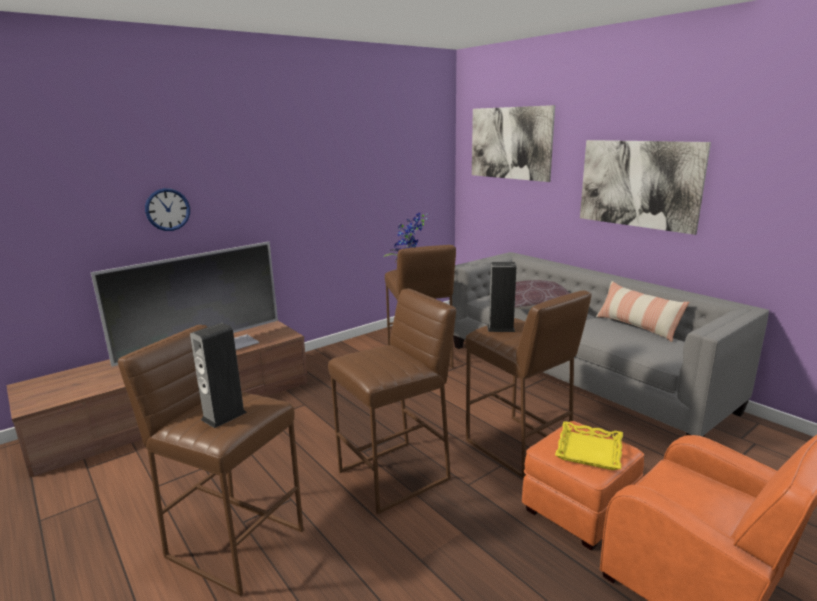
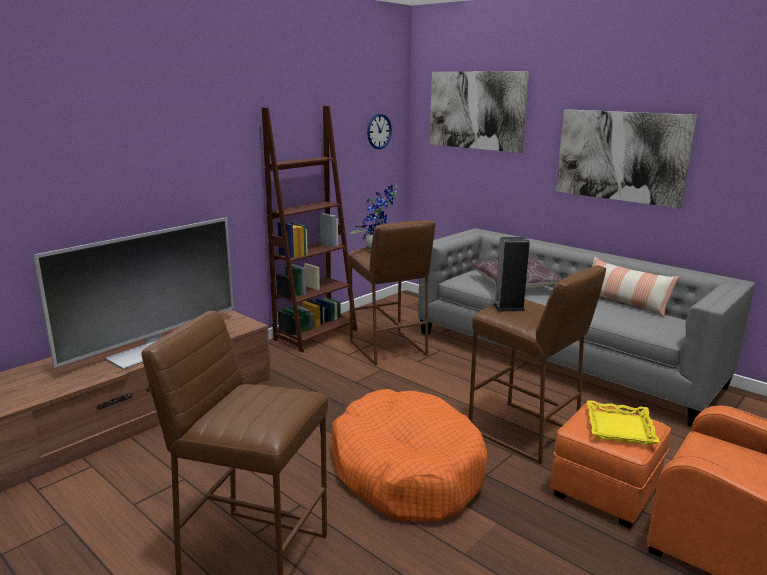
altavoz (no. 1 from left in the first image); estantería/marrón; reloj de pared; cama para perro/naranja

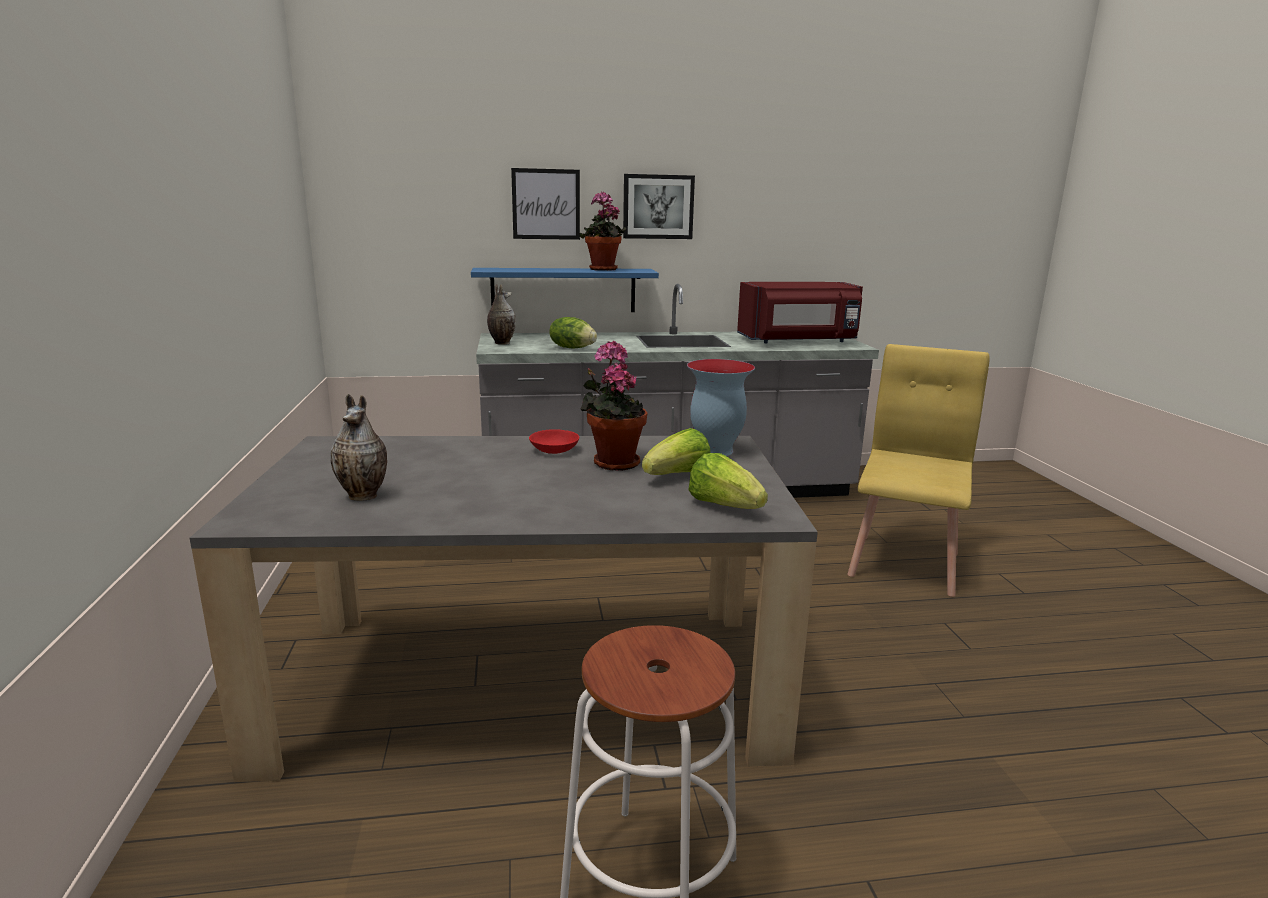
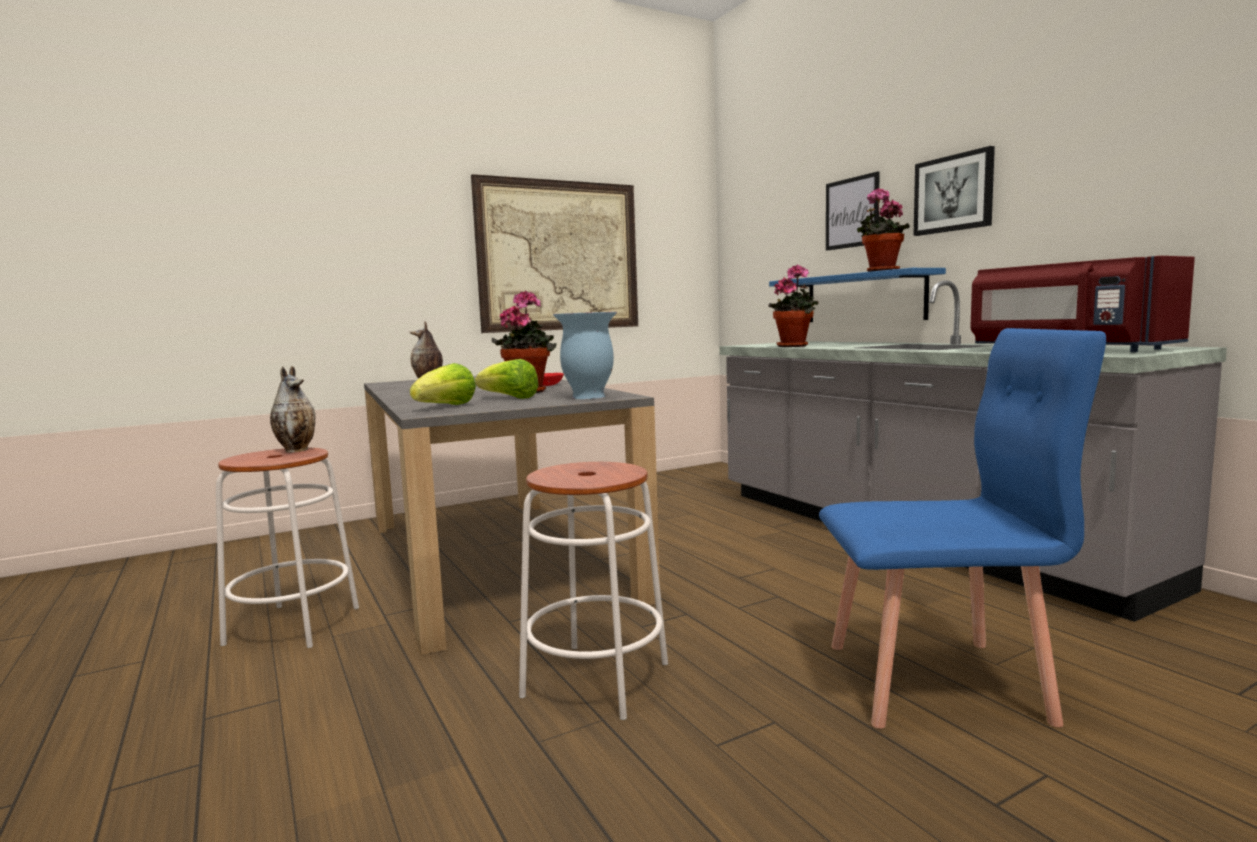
cuadro (no. 1 from left); taburete/blanco (no. 2 from left); florero (no. 1 from left); planta en maceta (no. 2 from left); silla/azul

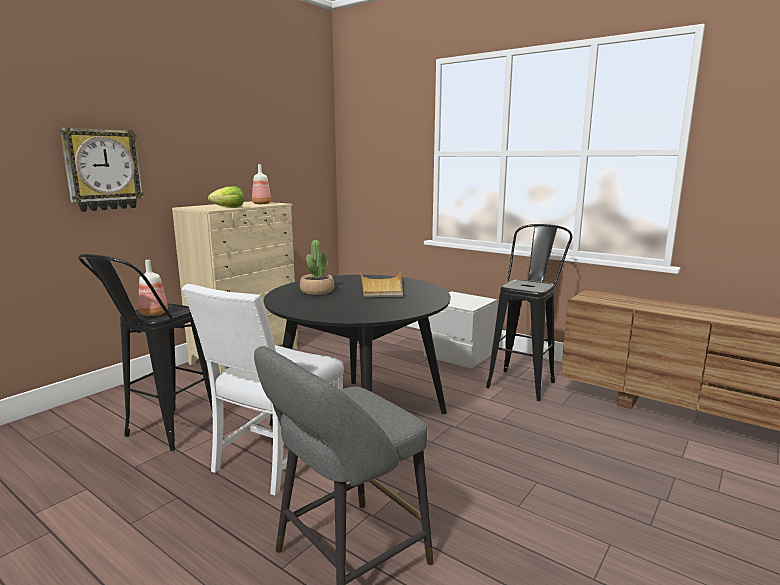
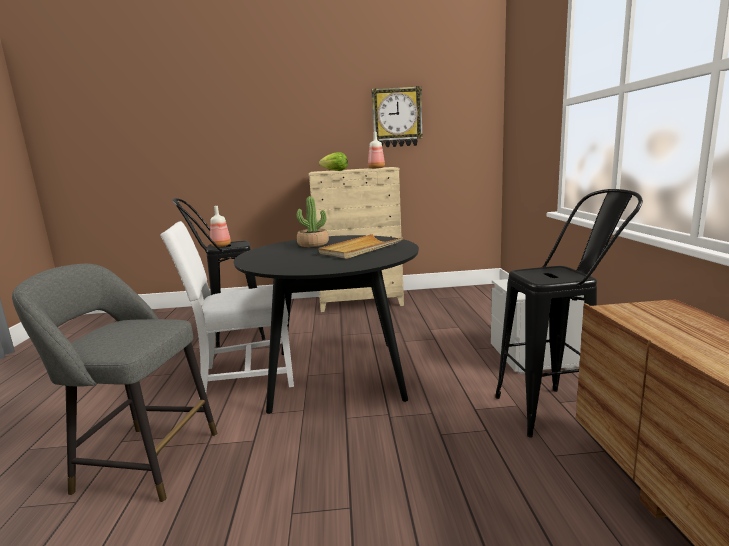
reloj de pared

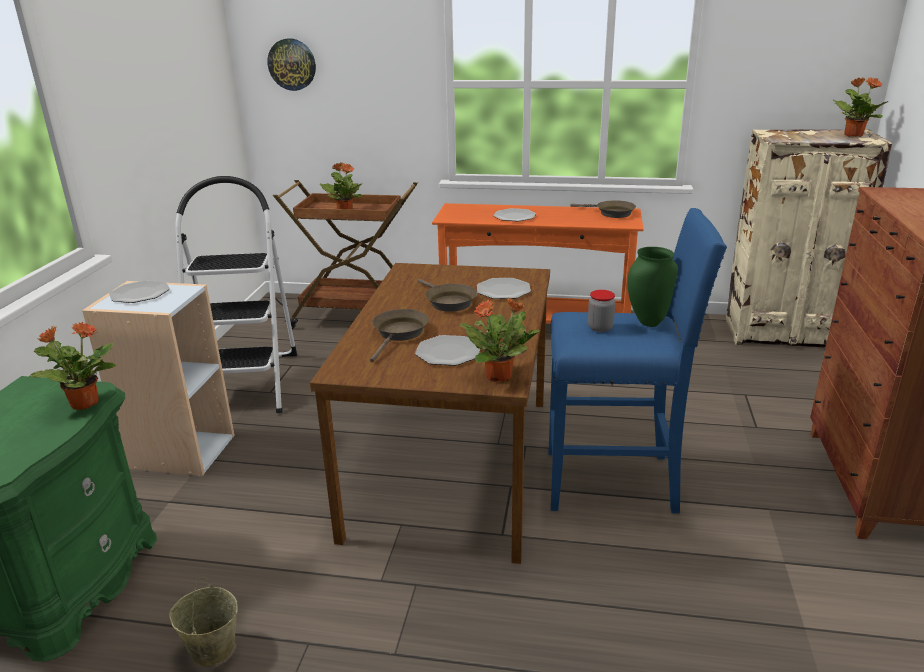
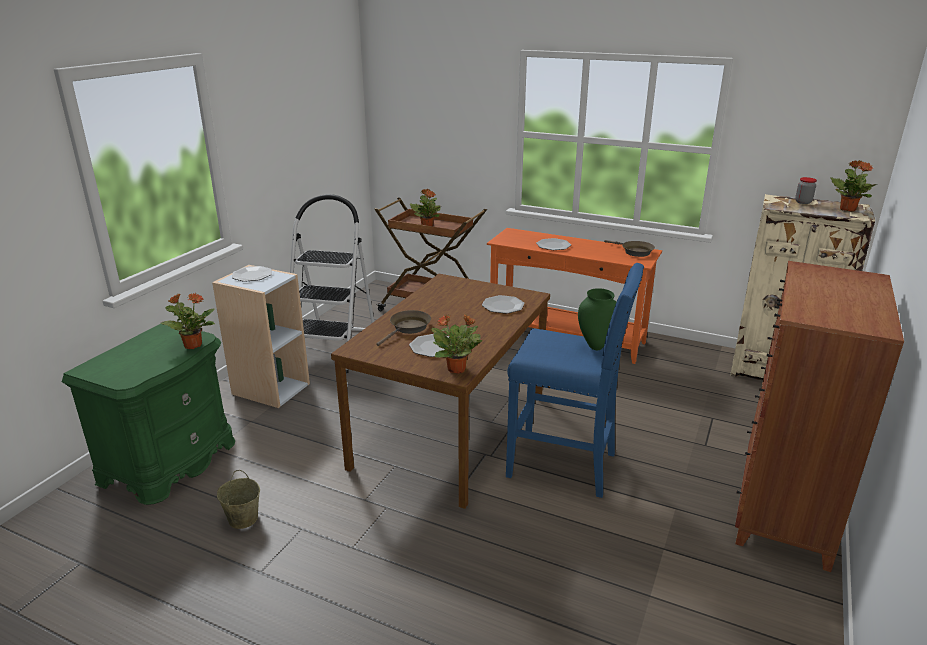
reloj de pared; sartén/marrón (no. 2 from left in the first image); tarro

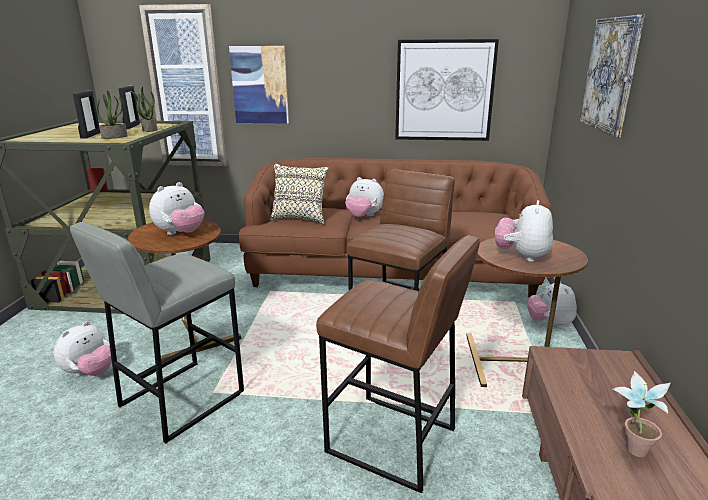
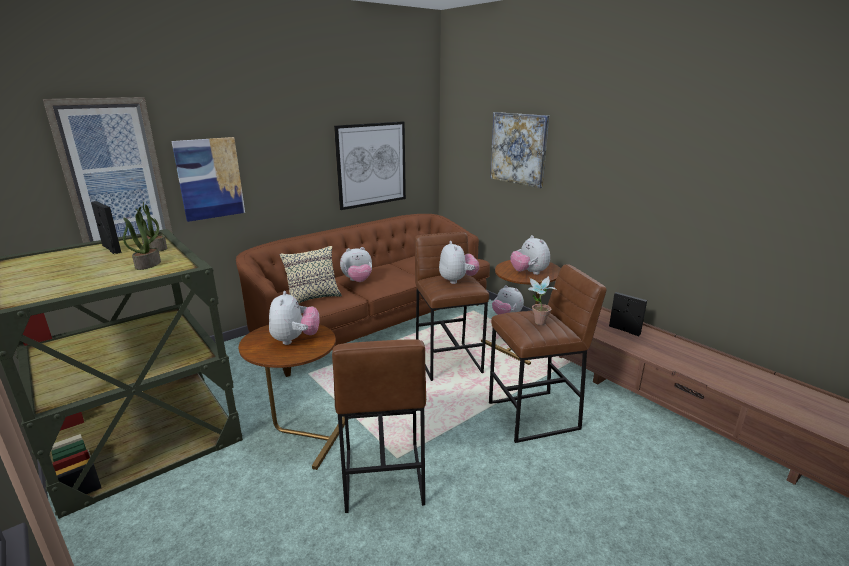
peluche (no. 3 from left); portarretratos (no. 2 from left); planta en maceta (no. 3 from left); taburete/marrón (no. 1 from left)

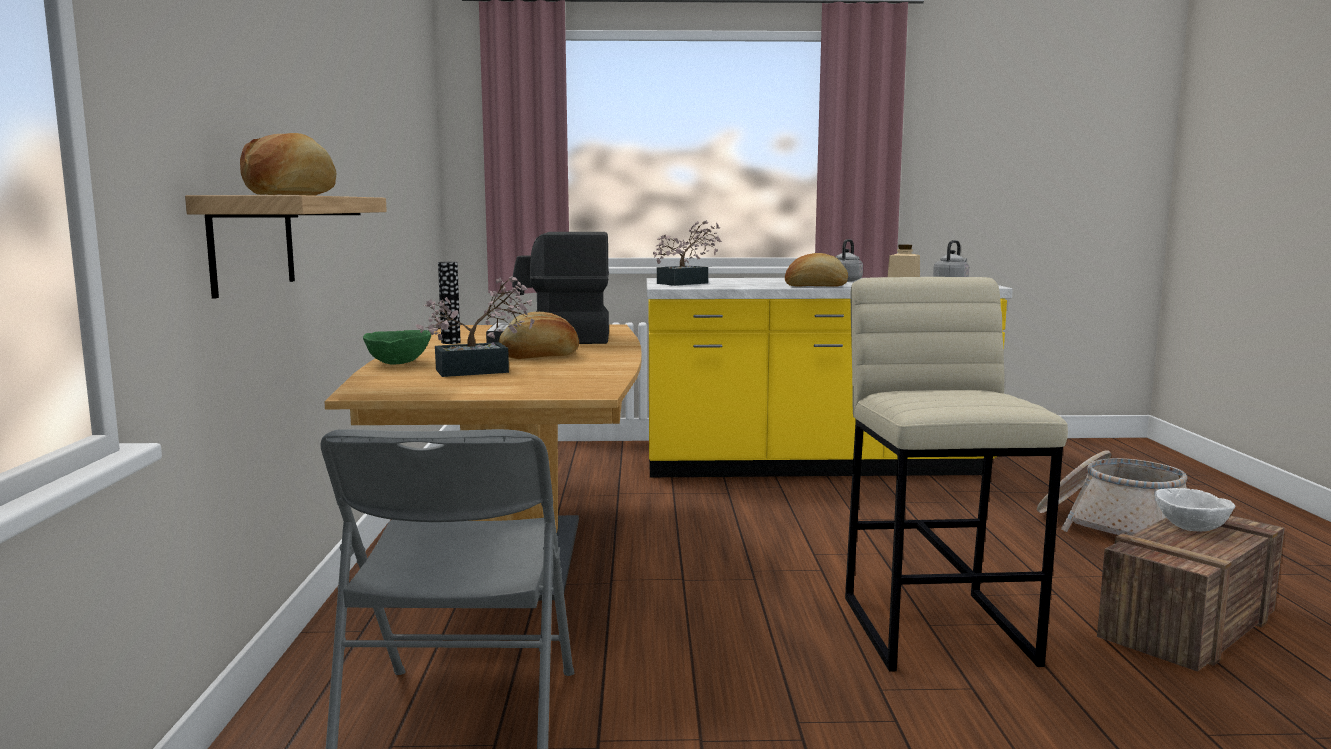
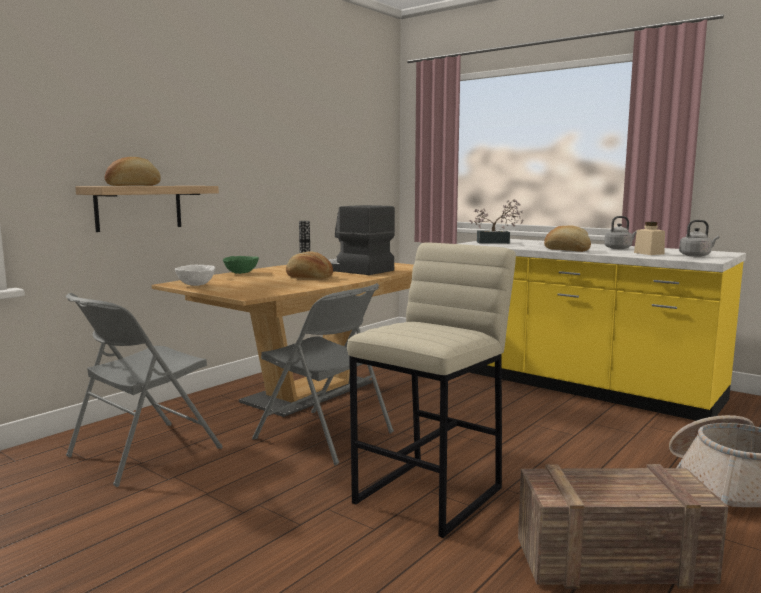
planta en maceta (no. 1 from left in the first image); silla/gris (no. 2 from left); cuenco/blanco

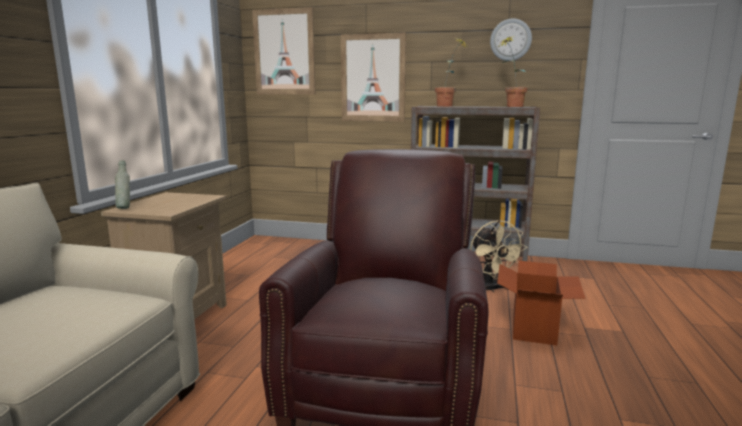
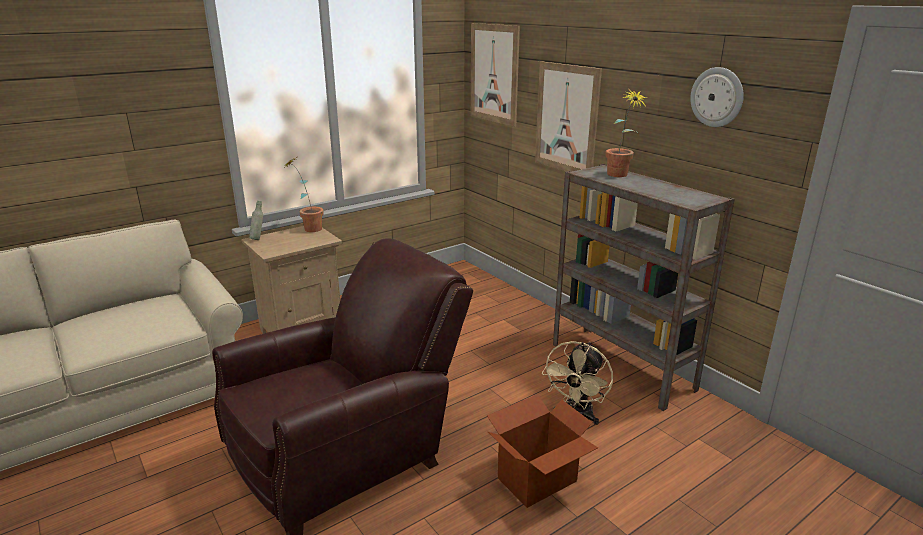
planta en maceta (no. 1 from left)

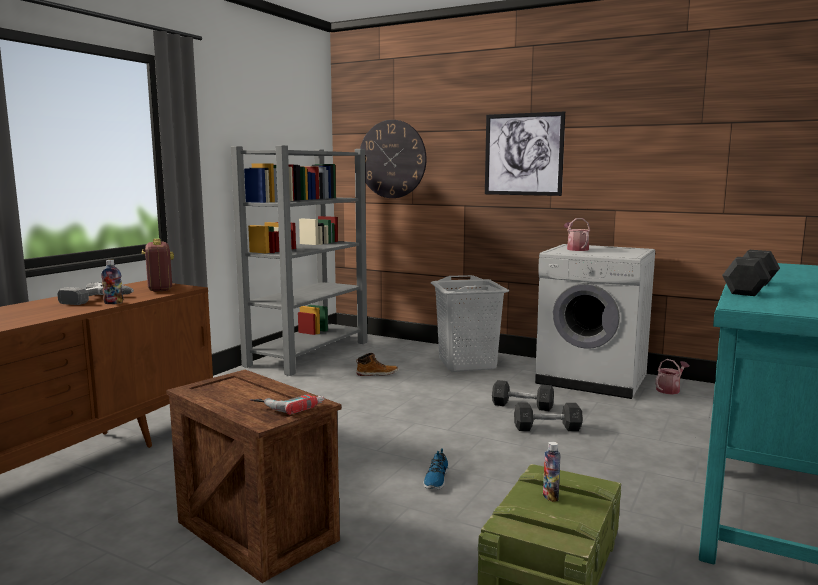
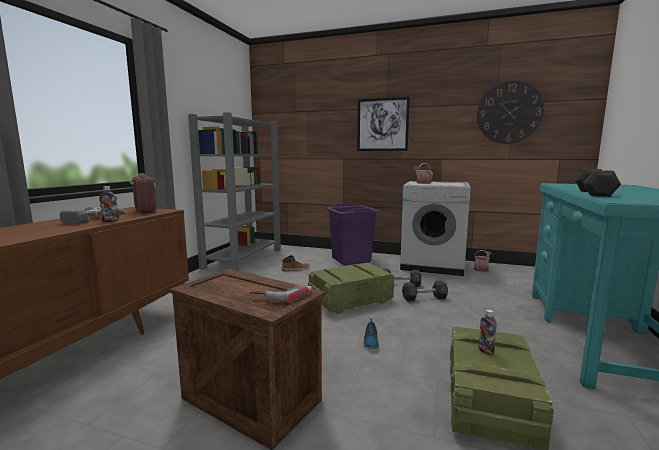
caja de embalaje (no. 2 from left); reloj de pared; cesto de la ropa/morado

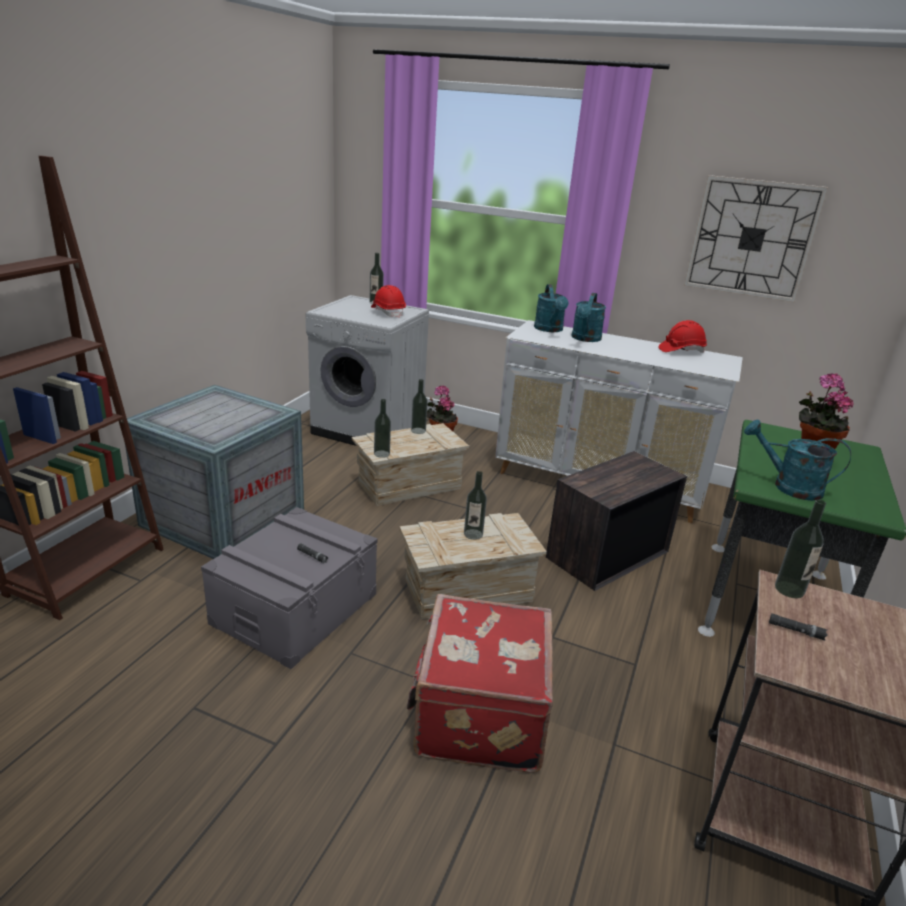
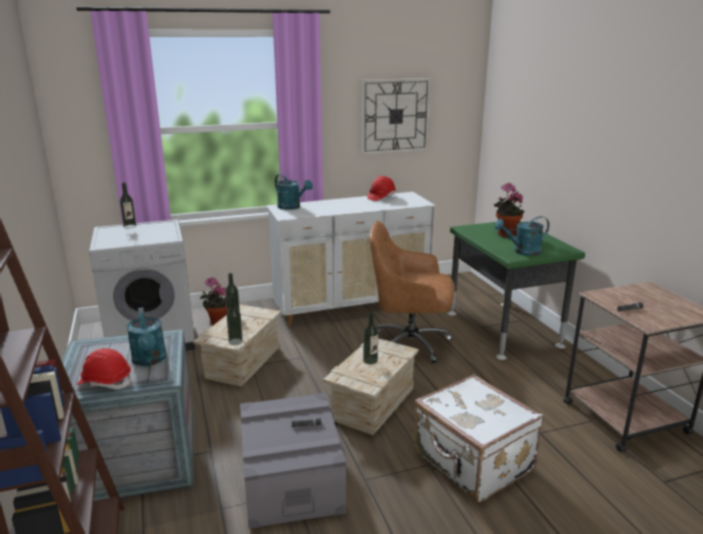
botella (no. 5 from left in the first image); casco/rojo (no. 1 from left); regadera/turquesa (no. 1 from left); silla de oficina/marrón; maleta/blanco

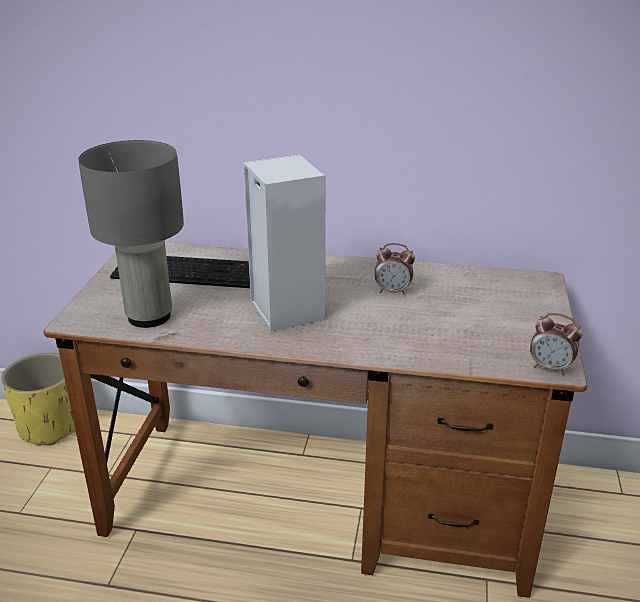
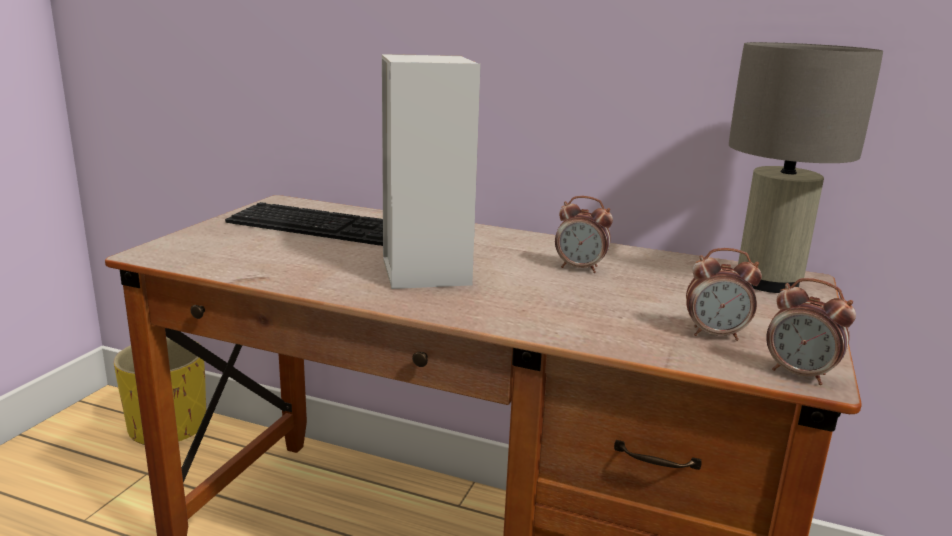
despertador (no. 2 from left); lámpara de mesa/gris

